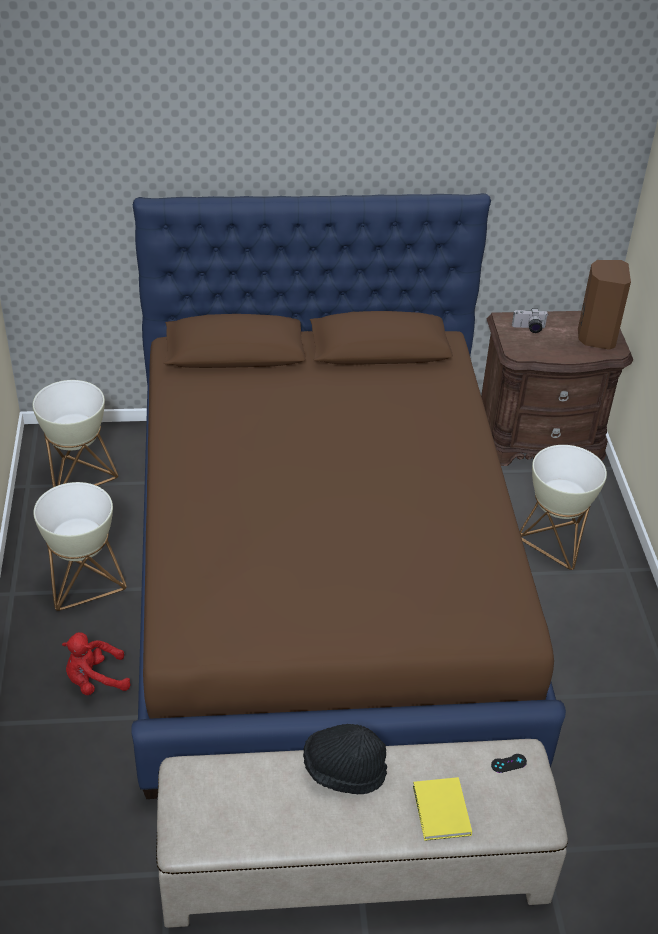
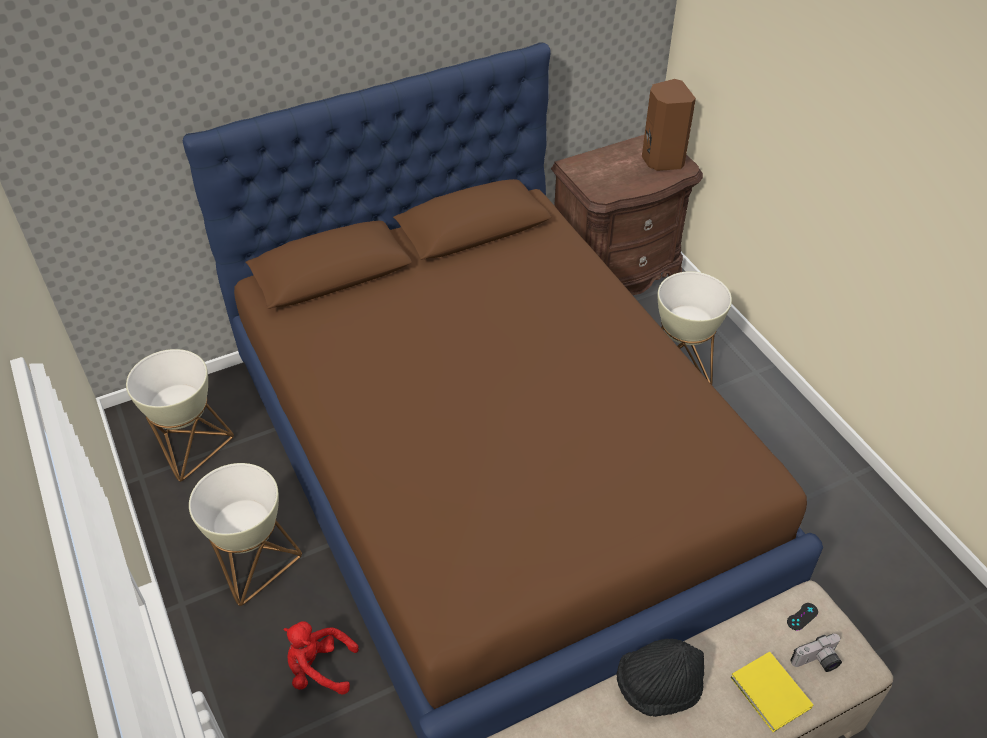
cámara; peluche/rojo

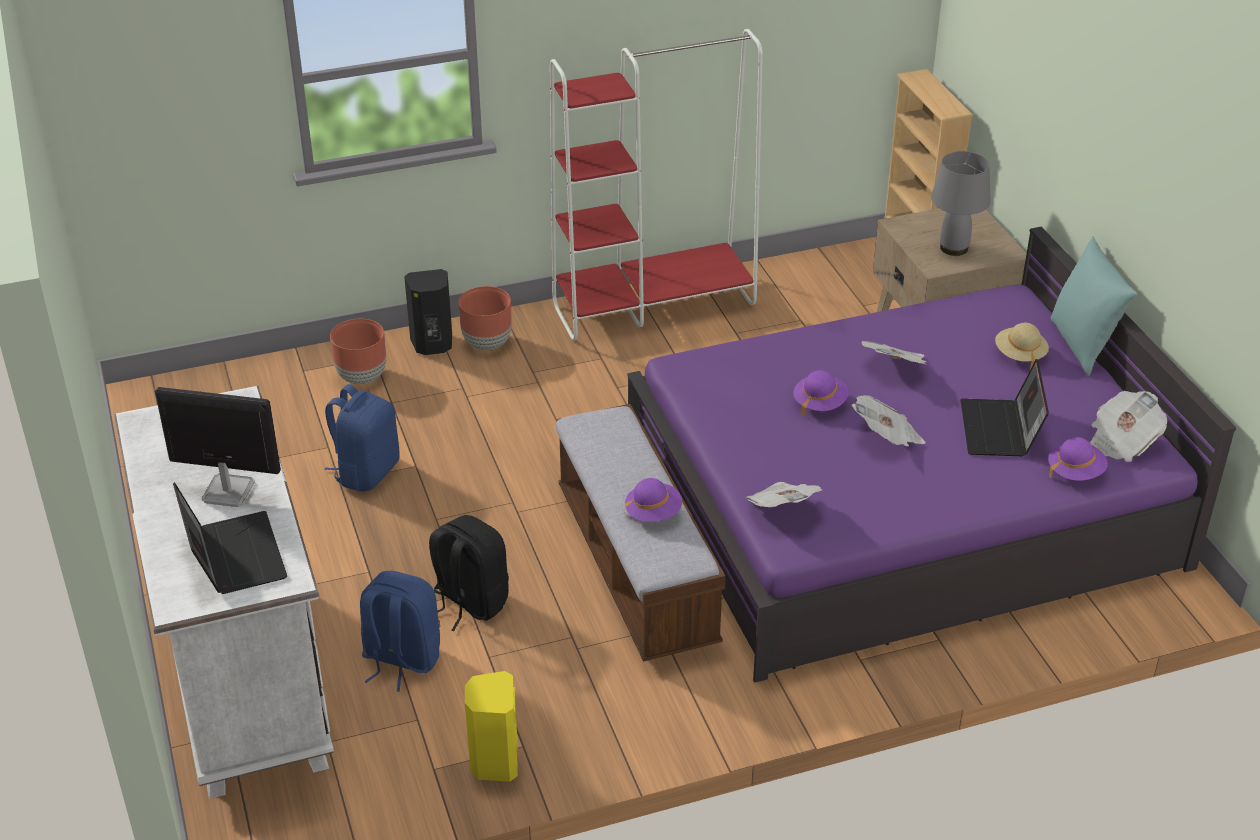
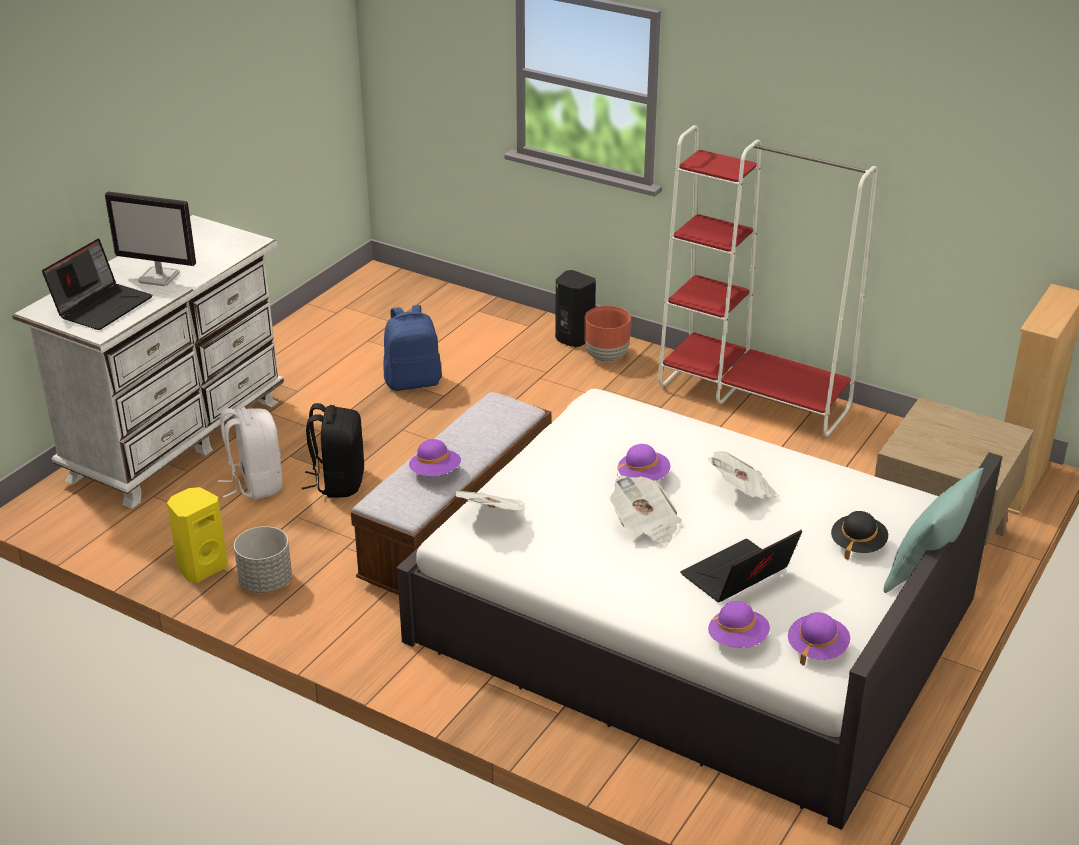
maceta/marrón (no. 1 from left in the first image); lámpara de mesa/gris; maceta/gris; sombrero/morado (no. 4 from left); mochila/blanco; cama/blanco; sombrero/negro; monitor

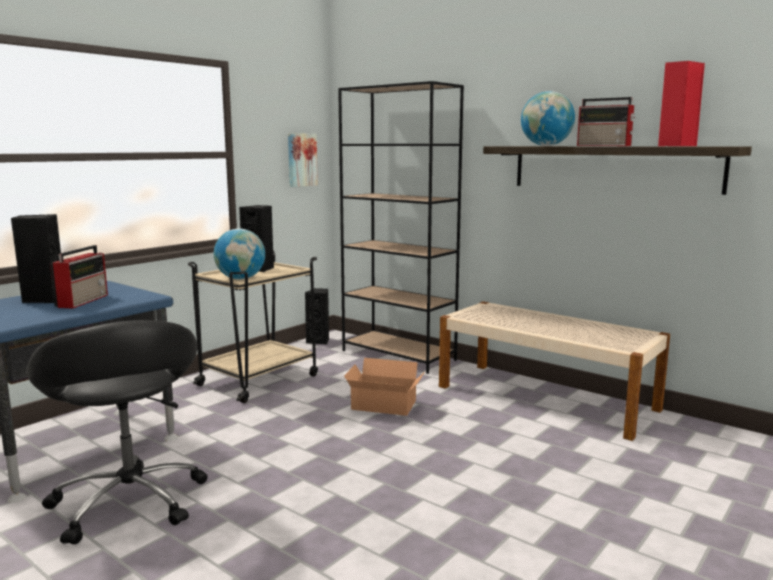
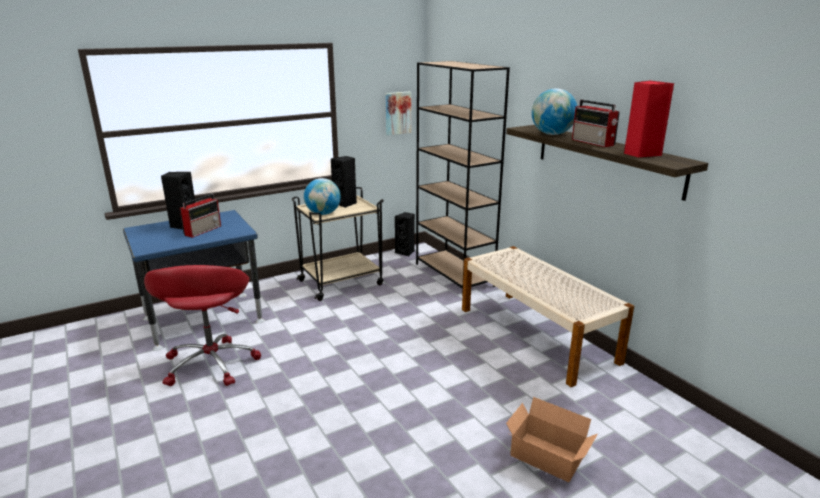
caja de cartón; silla de oficina/rojo

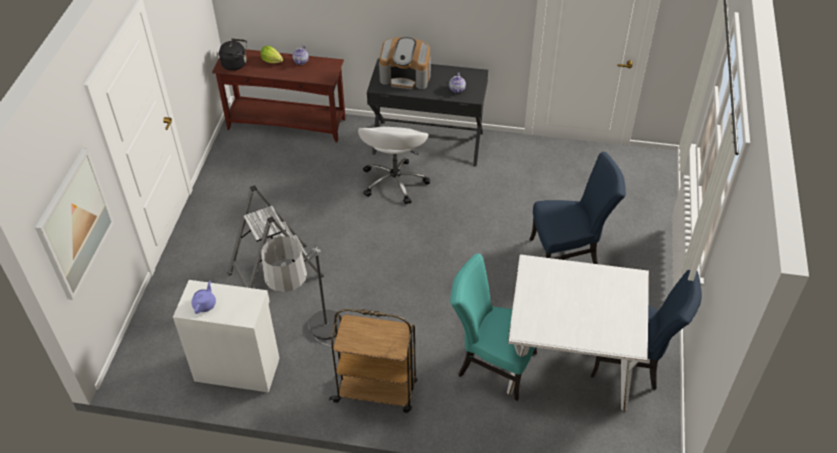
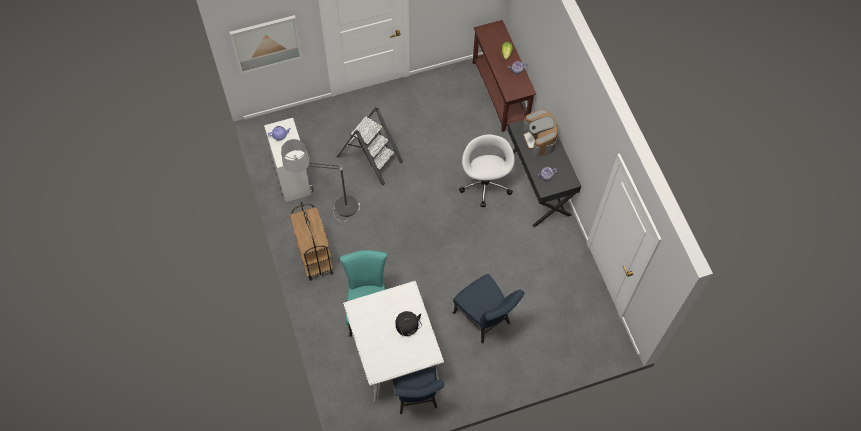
hervidor/negro; silla de oficina/blanco

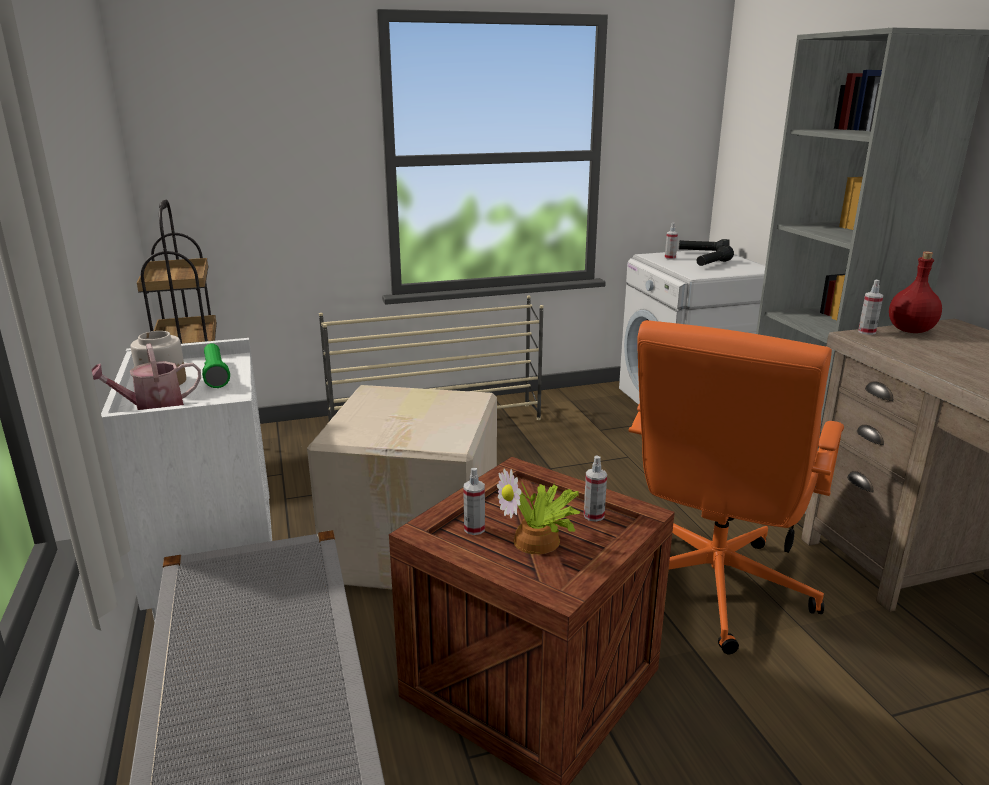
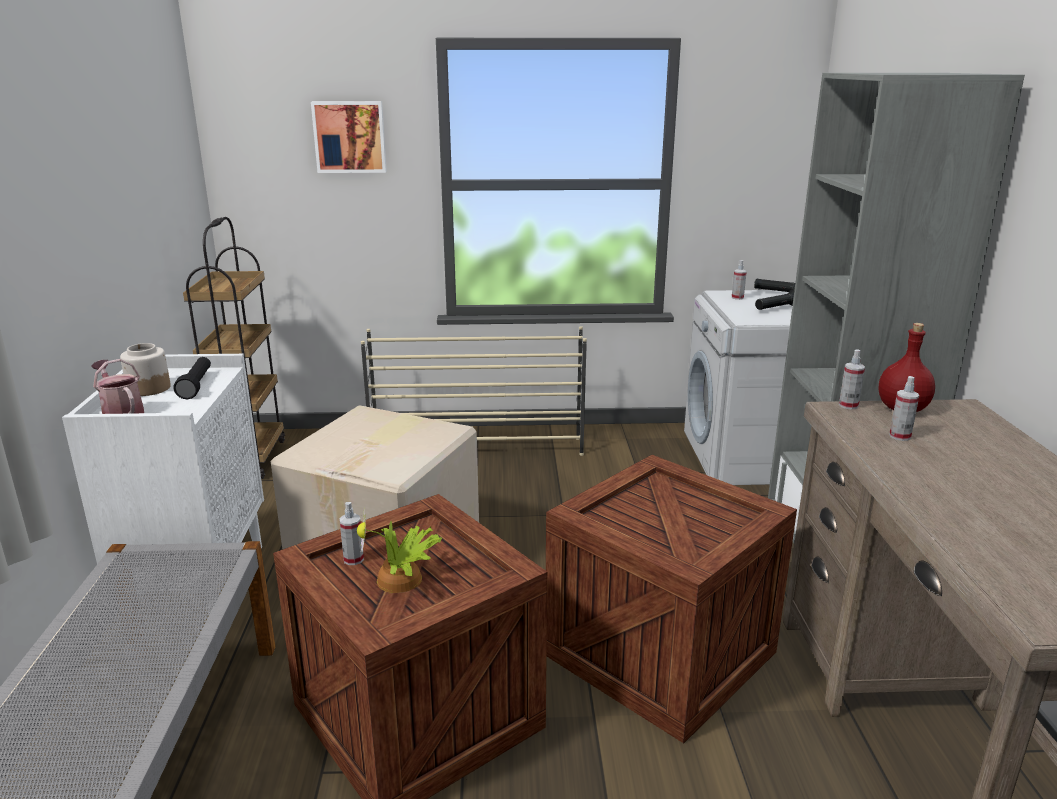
cuadro; pulverizador (no. 4 from left); caja de embalaje (no. 2 from left); linterna/negro (no. 1 from left); regadera

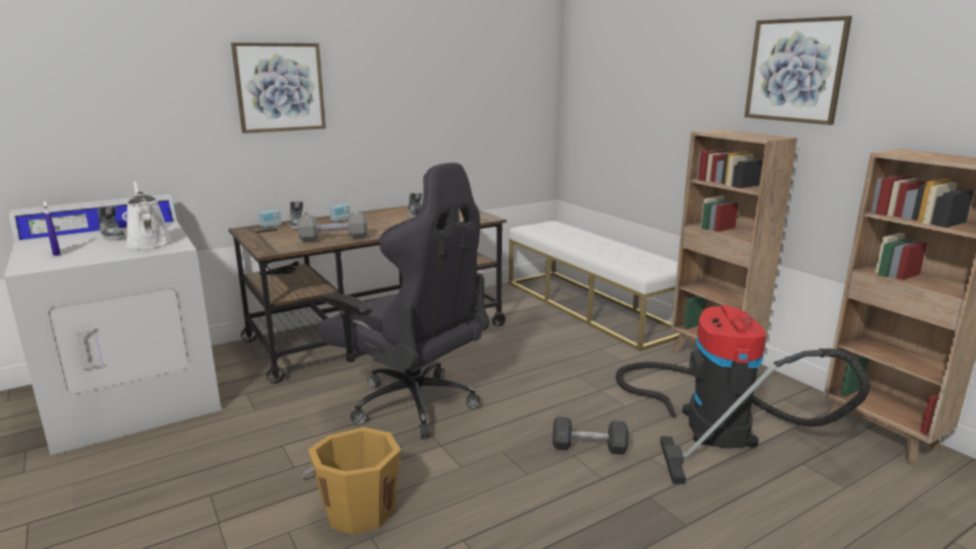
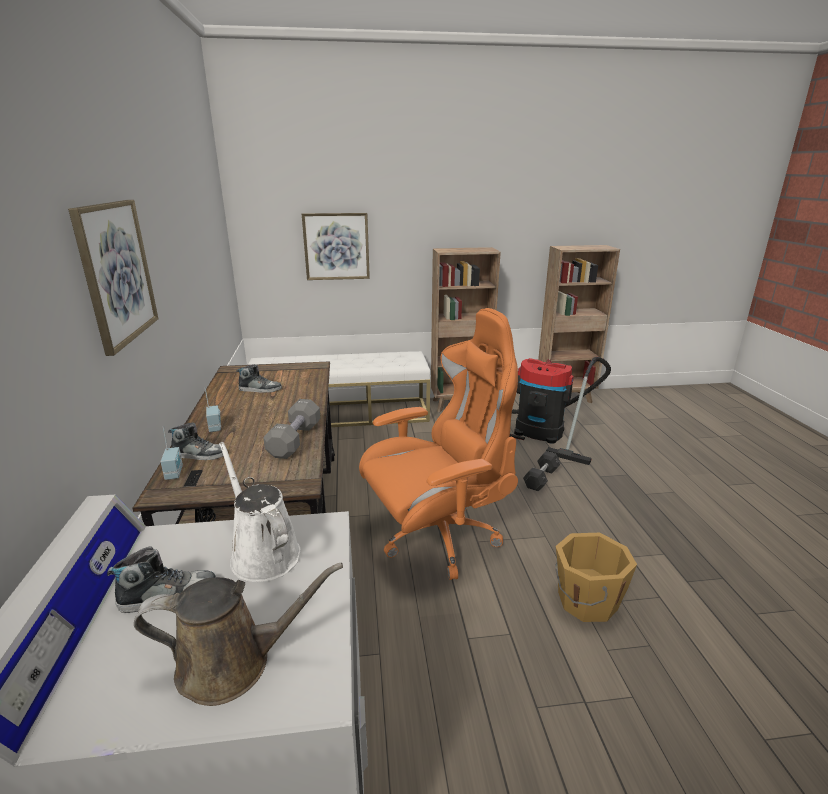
cuadro (no. 2 from left); regadera/marrón; silla de oficina/naranja; regadera/blanco

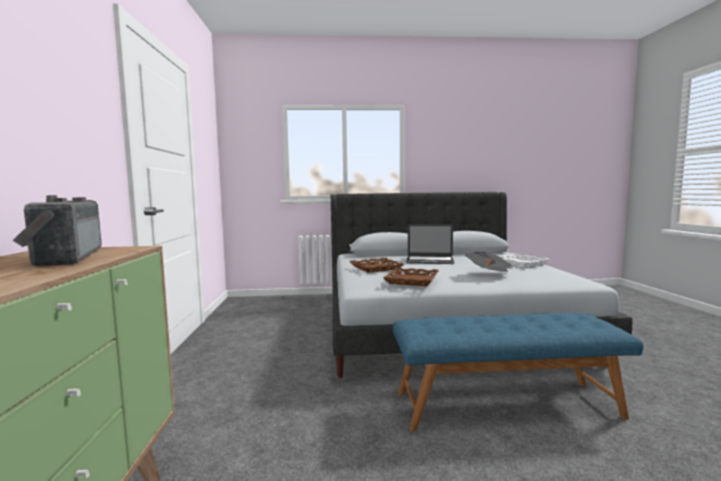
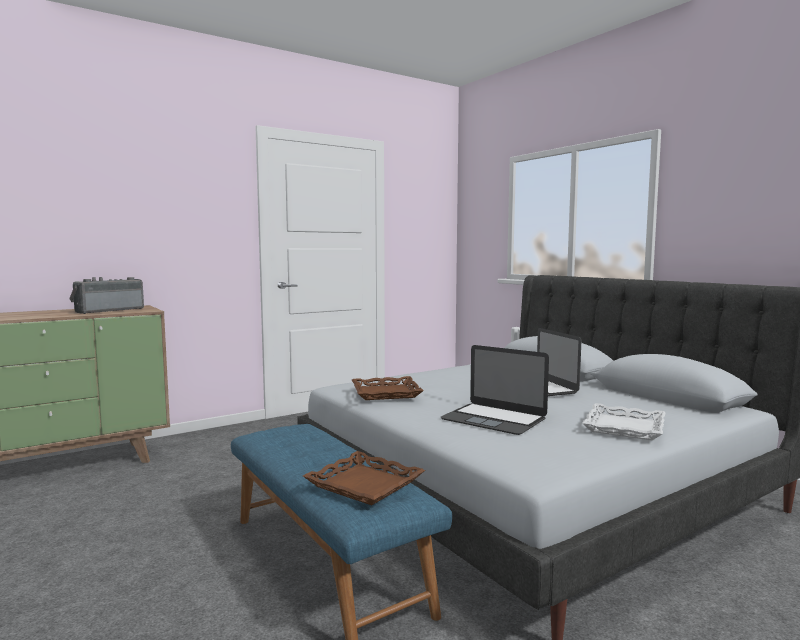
bandeja/marrón (no. 1 from left); portátil (no. 1 from left)

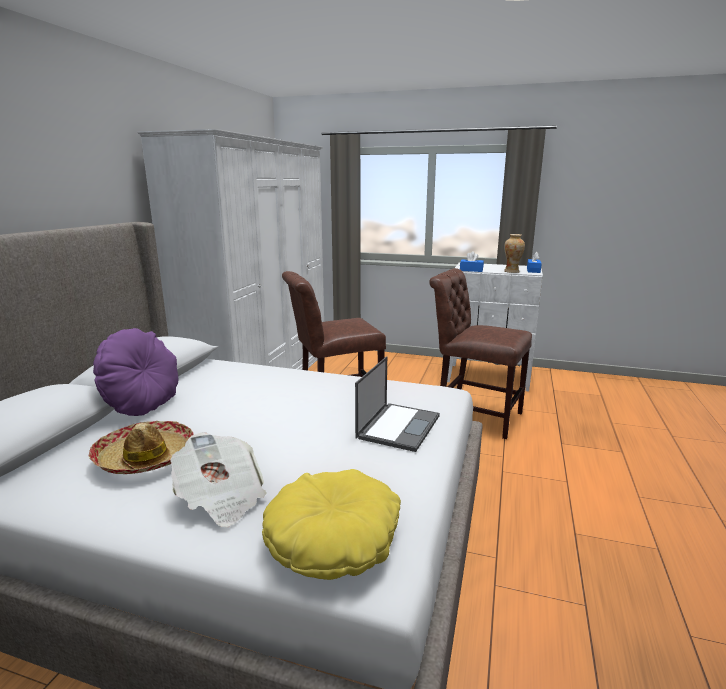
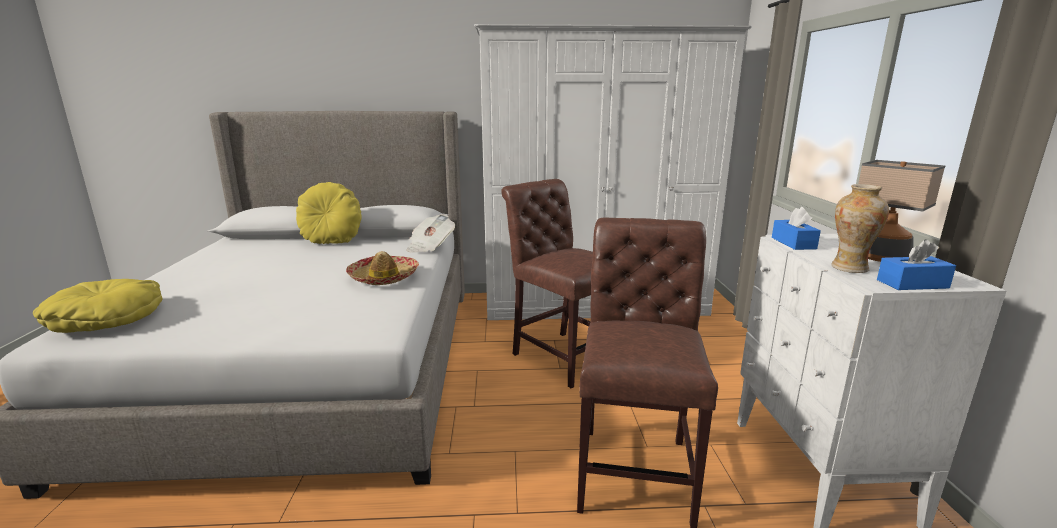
portátil; lámpara de mesa; sombrero; periódico; cojín/amarillo (no. 2 from left)

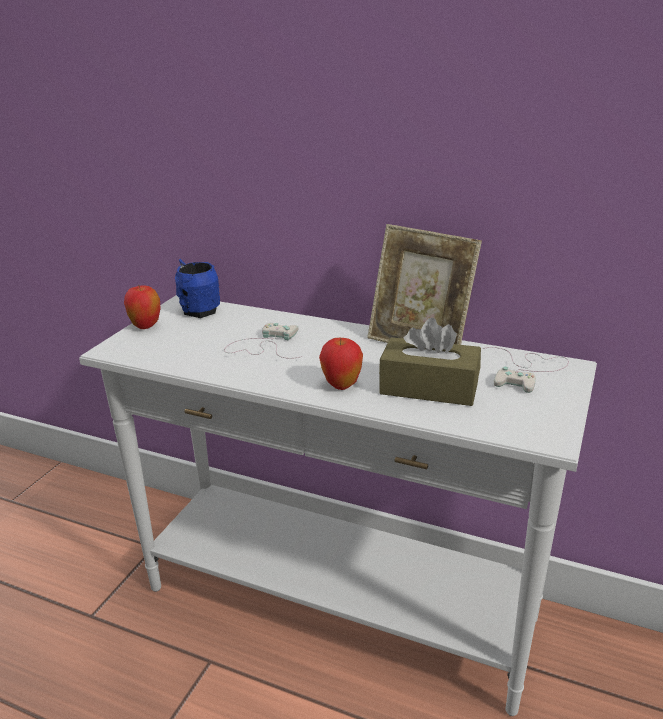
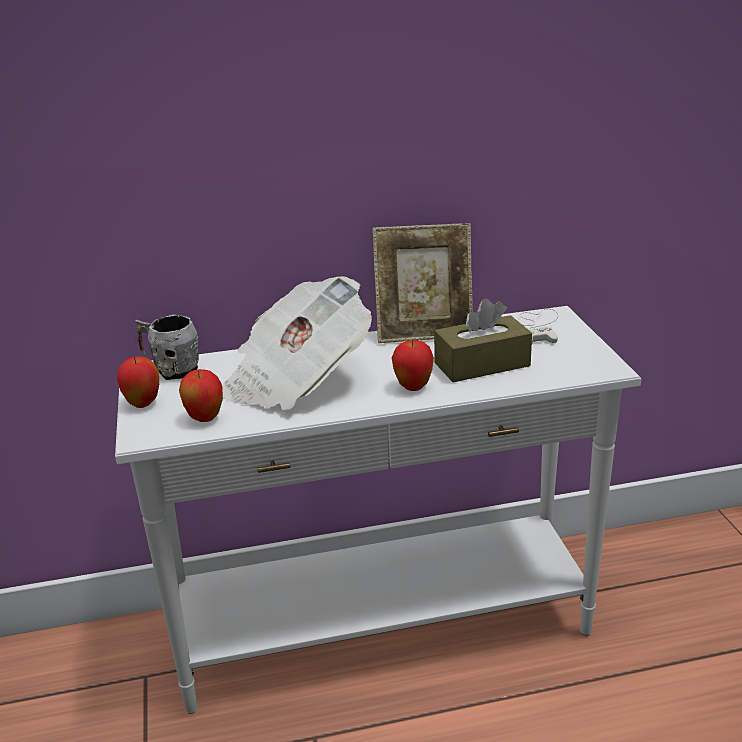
manzana (no. 2 from left); periódico; taza grande/gris

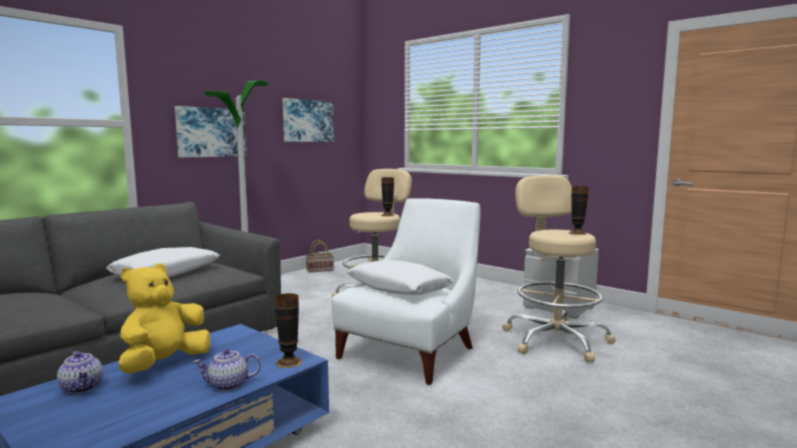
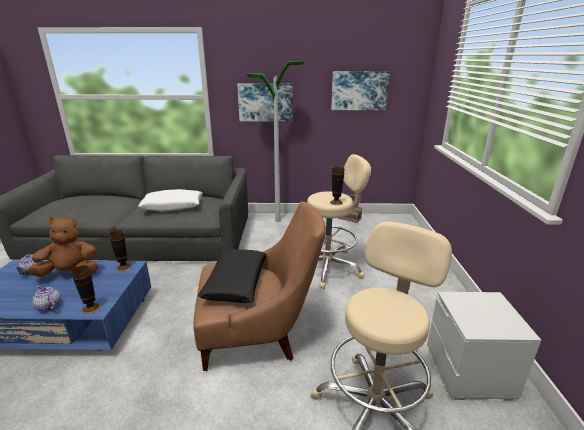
florero (no. 2 from left); peluche/marrón; sillón/marrón; cojín/negro

